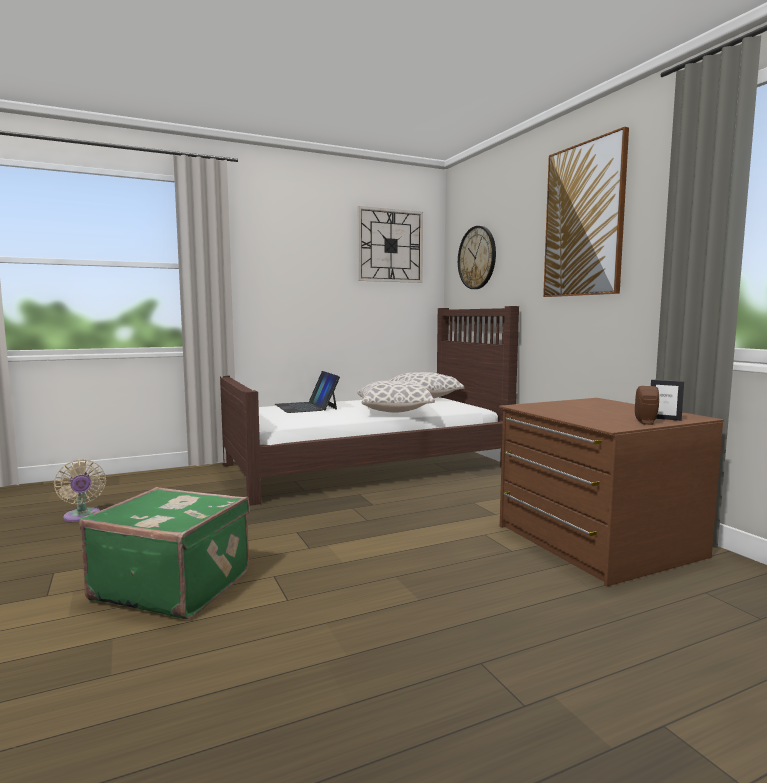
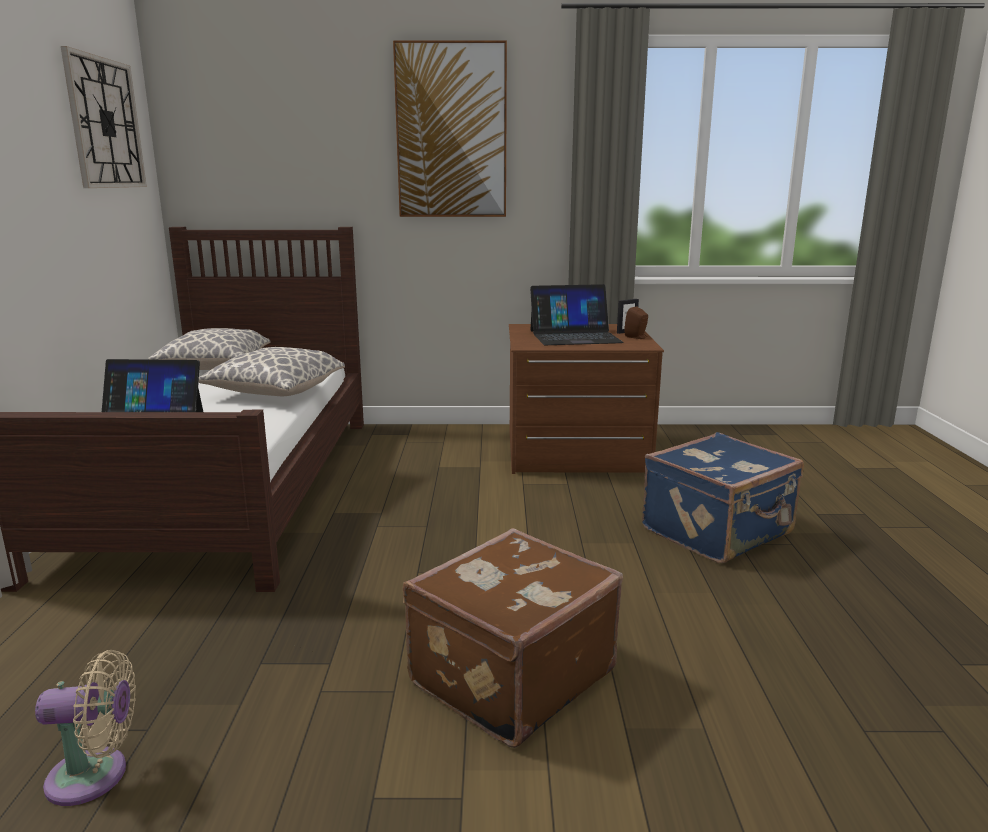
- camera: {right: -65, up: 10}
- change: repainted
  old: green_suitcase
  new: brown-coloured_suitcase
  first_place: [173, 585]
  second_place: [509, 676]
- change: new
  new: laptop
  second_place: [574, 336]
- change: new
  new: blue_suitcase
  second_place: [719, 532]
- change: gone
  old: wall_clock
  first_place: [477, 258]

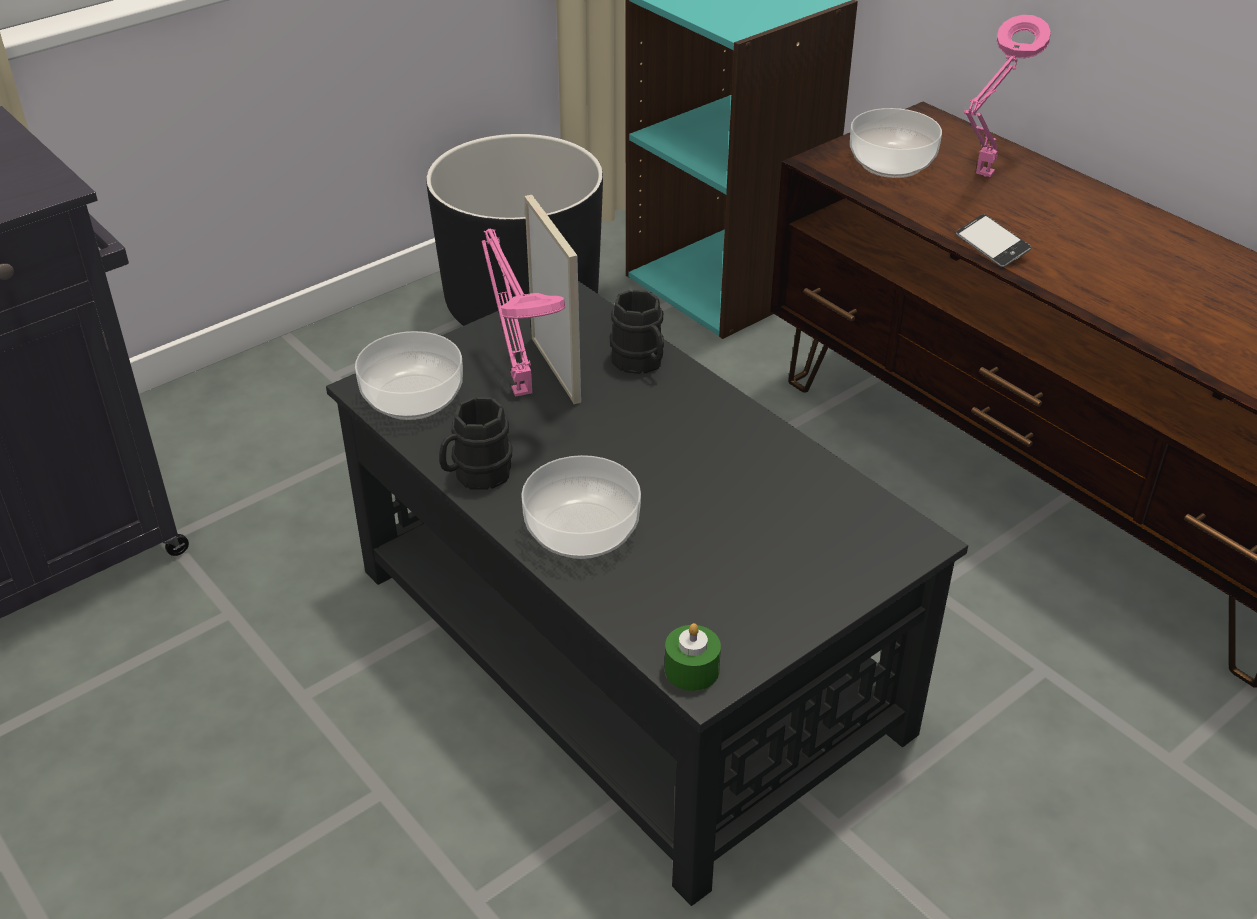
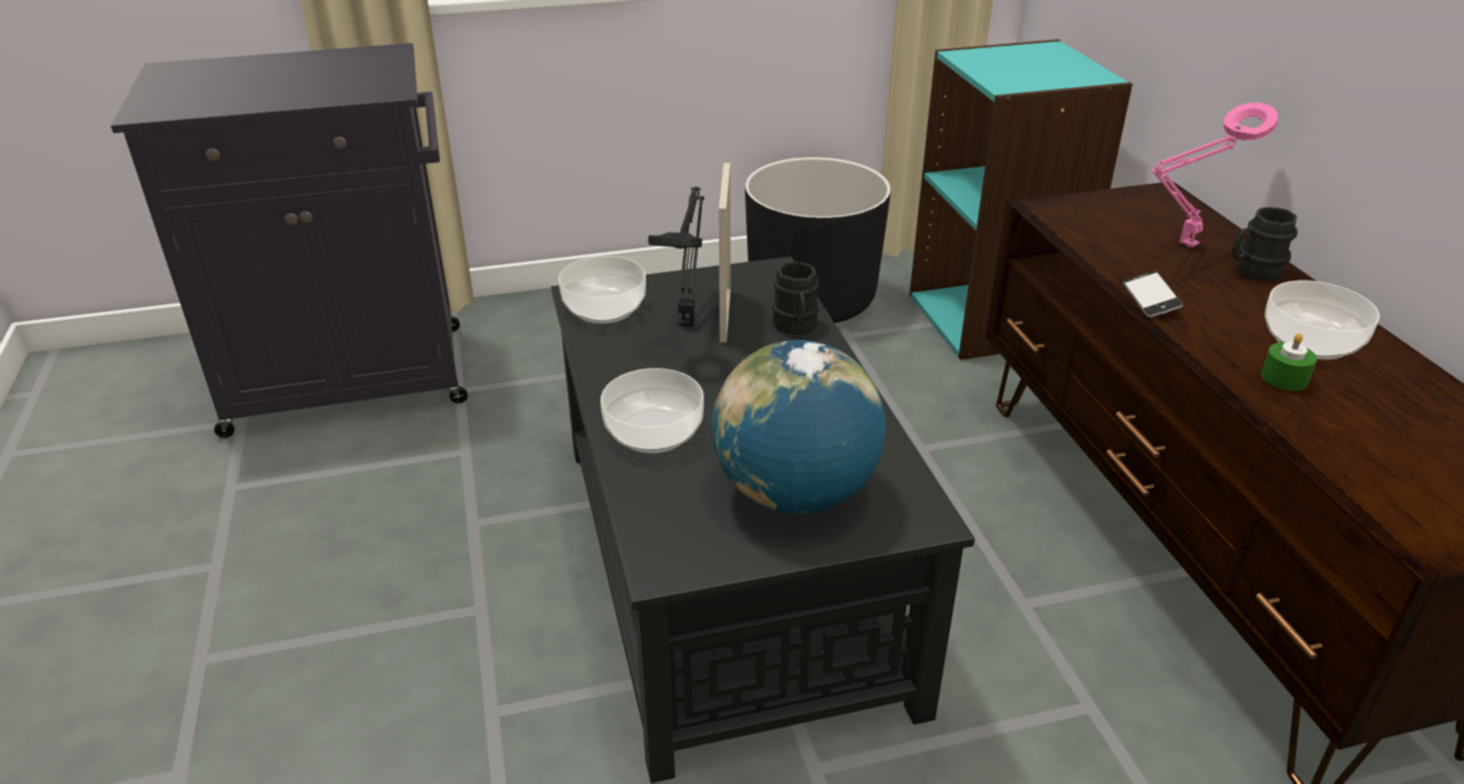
- camera: {right: 25, up: -5}
- change: repainted
  old: pink-coloured_tabletop_lamp
  new: black-coloured_tabletop_lamp
  first_place: [520, 389]
  second_place: [687, 322]
- change: new
  new: world_globe
  second_place: [795, 493]
- change: shifted
  old: black-coloured_mug
  first_place: [476, 475]
  second_place: [1253, 271]
- change: shifted
  old: green_wax_light
  first_place: [691, 669]
  second_place: [1284, 378]
- change: shifted
  old: bowl
  first_place: [890, 162]
  second_place: [1310, 340]

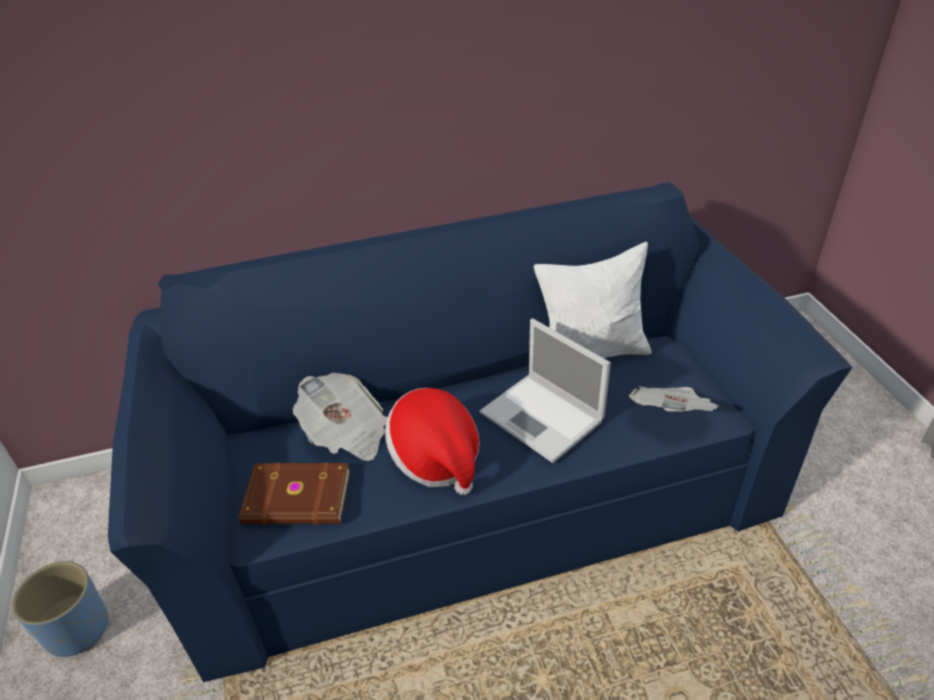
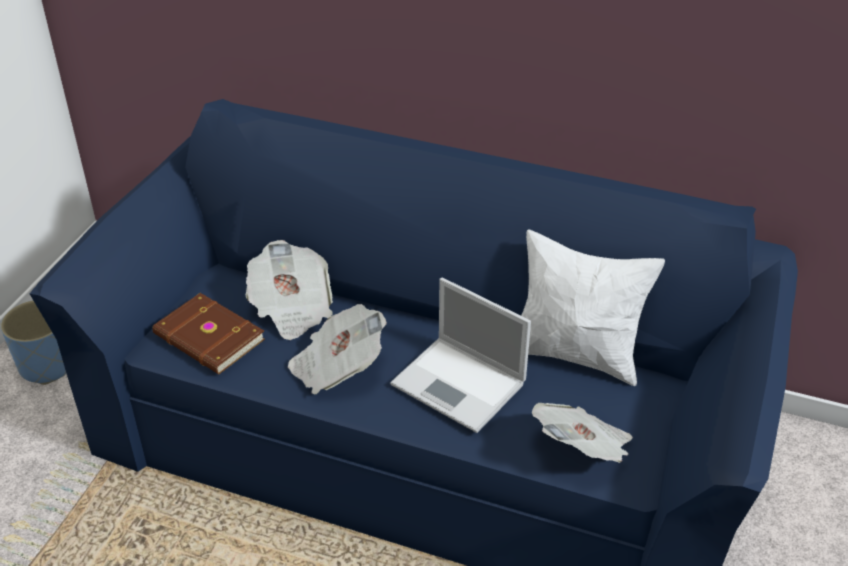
- camera: {right: 35, up: 0}
- change: swapped
  old: hat
  new: daily_paper
  first_place: [436, 458]
  second_place: [337, 367]
- change: rotated
  old: laptop
  first_place: [543, 417]
  second_place: [460, 385]
  degrees: -45

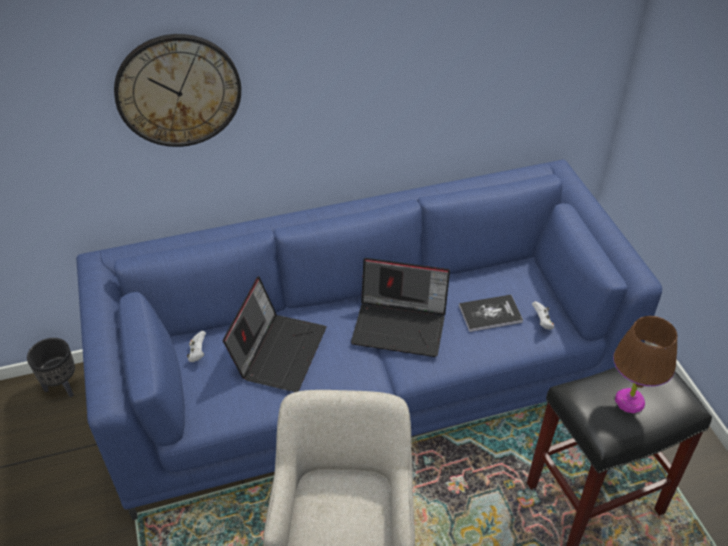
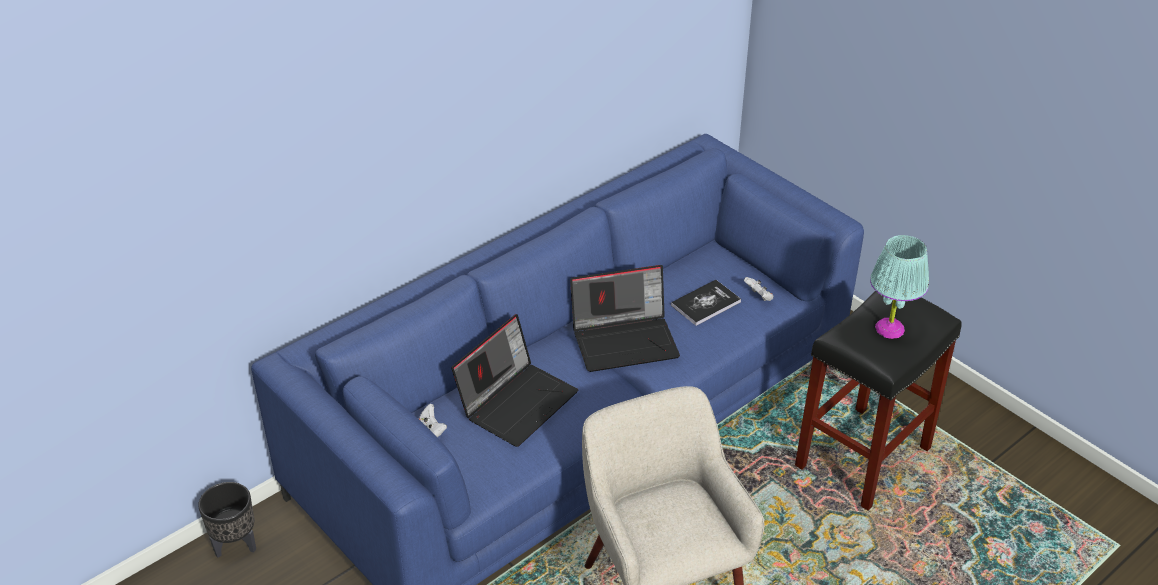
- camera: {right: -25, up: -5}
- change: rotated
  old: laptop
  first_place: [279, 351]
  second_place: [517, 401]
  degrees: 45
- change: repainted
  old: brown-coloured_tabletop_lamp
  new: blue-green_tabletop_lamp
  first_place: [630, 401]
  second_place: [890, 328]
- change: gone
  old: wall_clock
  first_place: [178, 91]

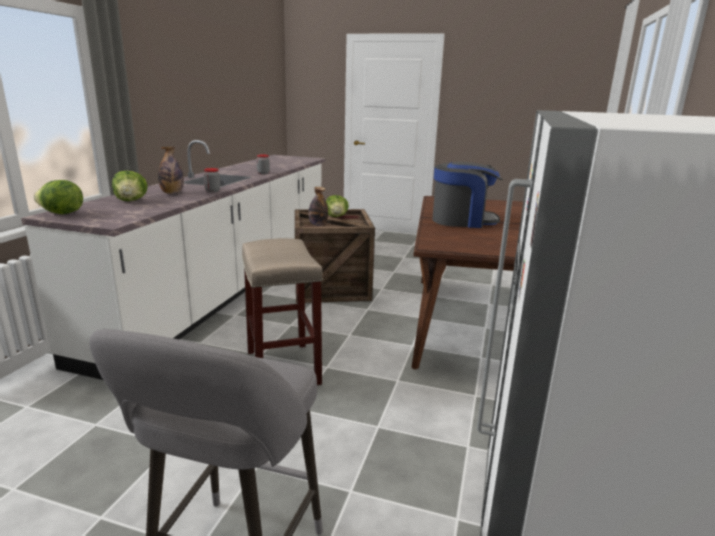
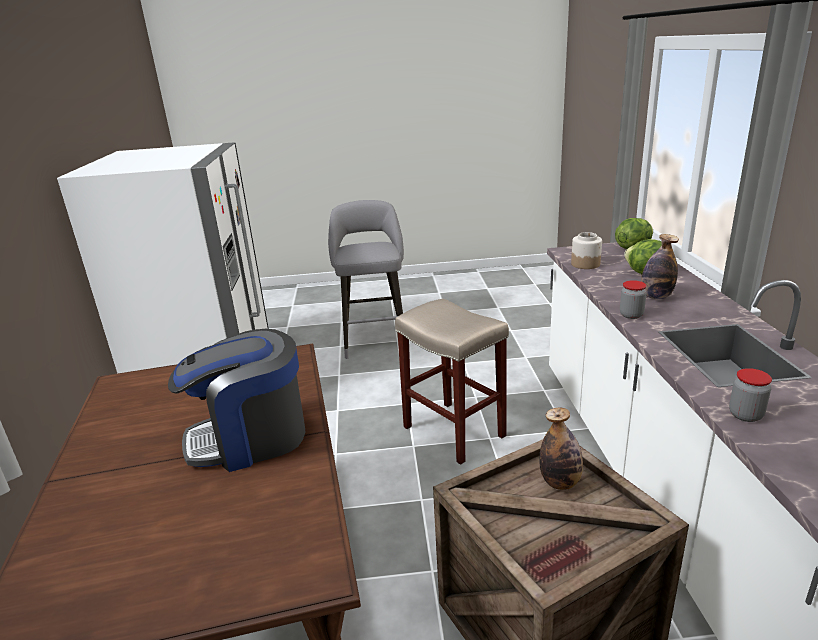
- camera: {right: 160, up: 5}
- change: new
  new: storage_jar
  second_place: [585, 264]
- change: gone
  old: lettuce
  first_place: [336, 217]

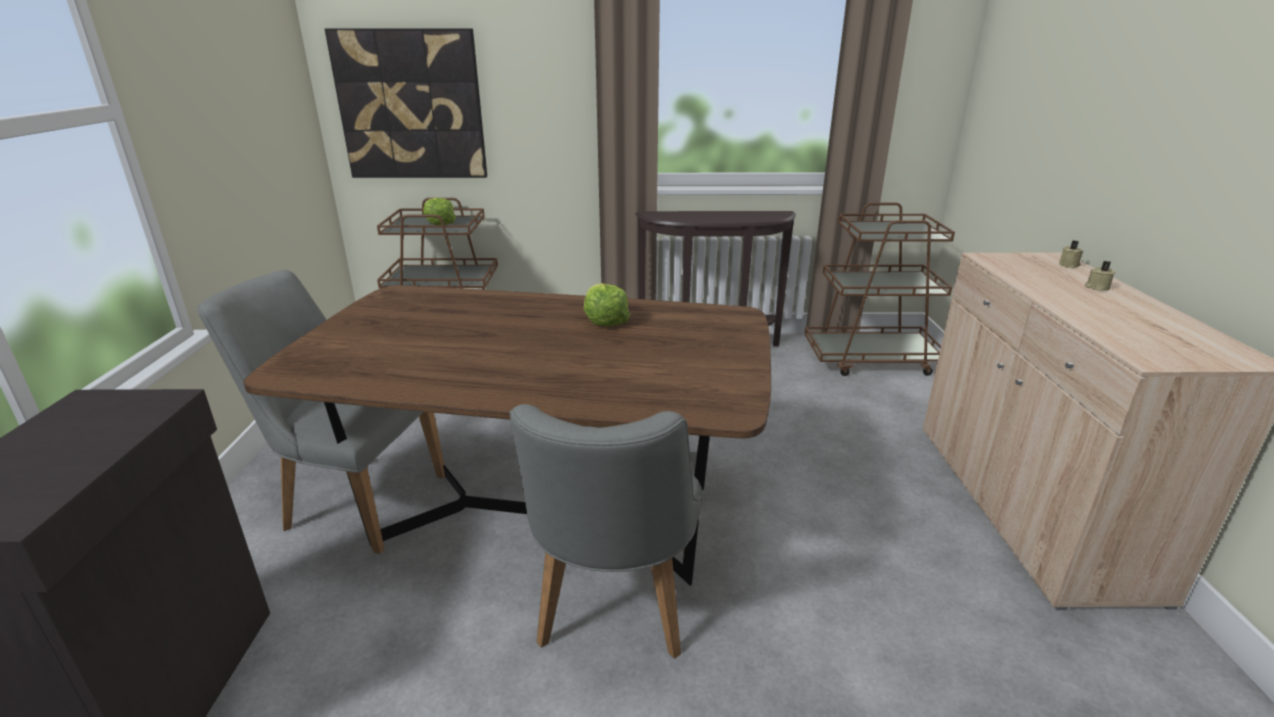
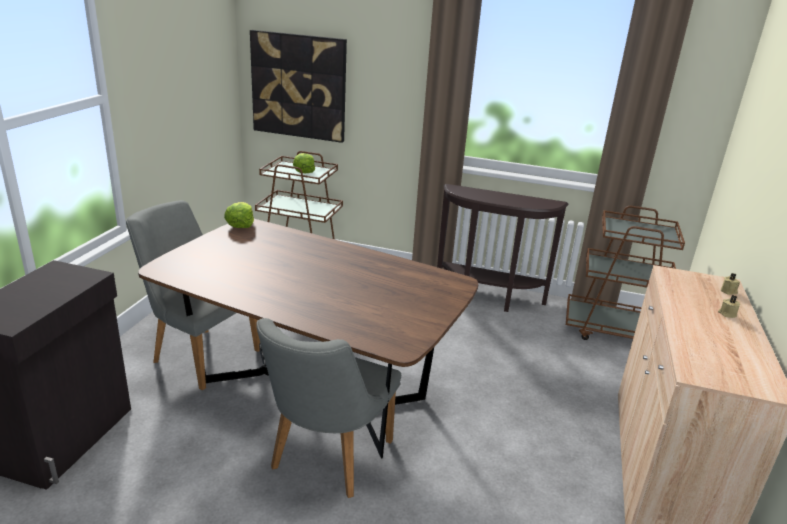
- camera: {right: 15, up: 0}
- change: shifted
  old: lettuce
  first_place: [604, 320]
  second_place: [240, 224]

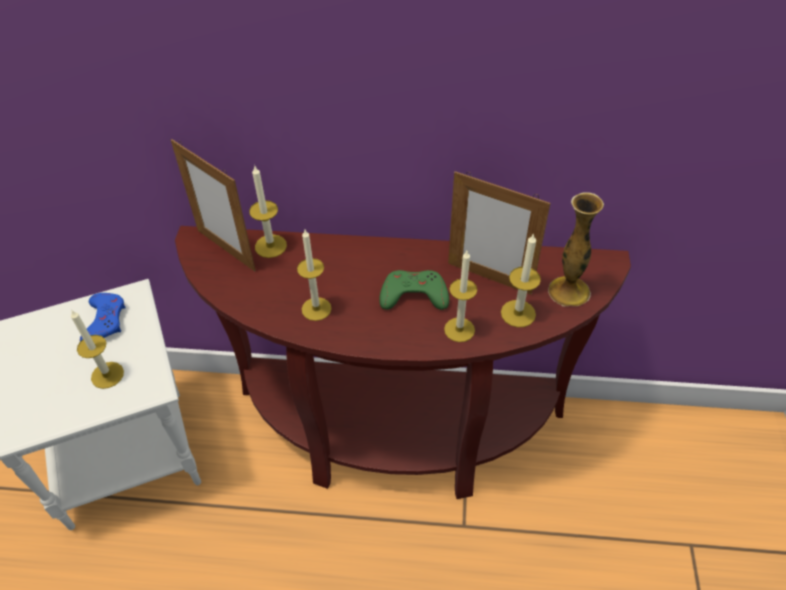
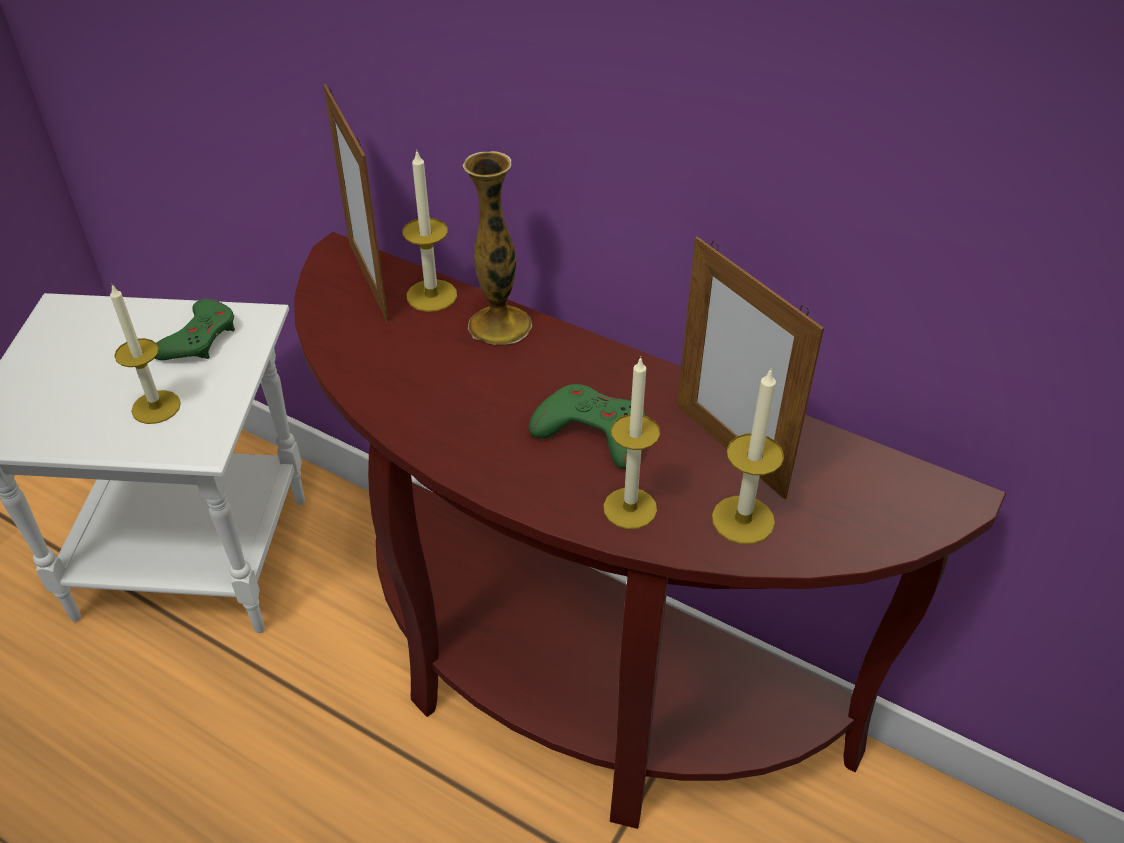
- camera: {right: 25, up: -5}
- change: repainted
  old: blue_game_controller
  new: green_game_controller
  first_place: [105, 321]
  second_place: [199, 338]
- change: shifted
  old: flower_vase
  first_place: [569, 291]
  second_place: [500, 325]
- change: gone
  old: wax_light
  first_place: [316, 309]

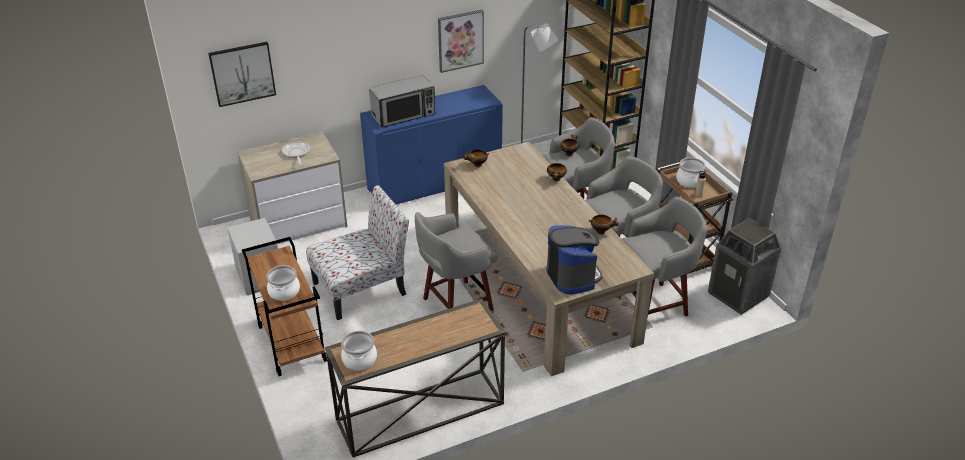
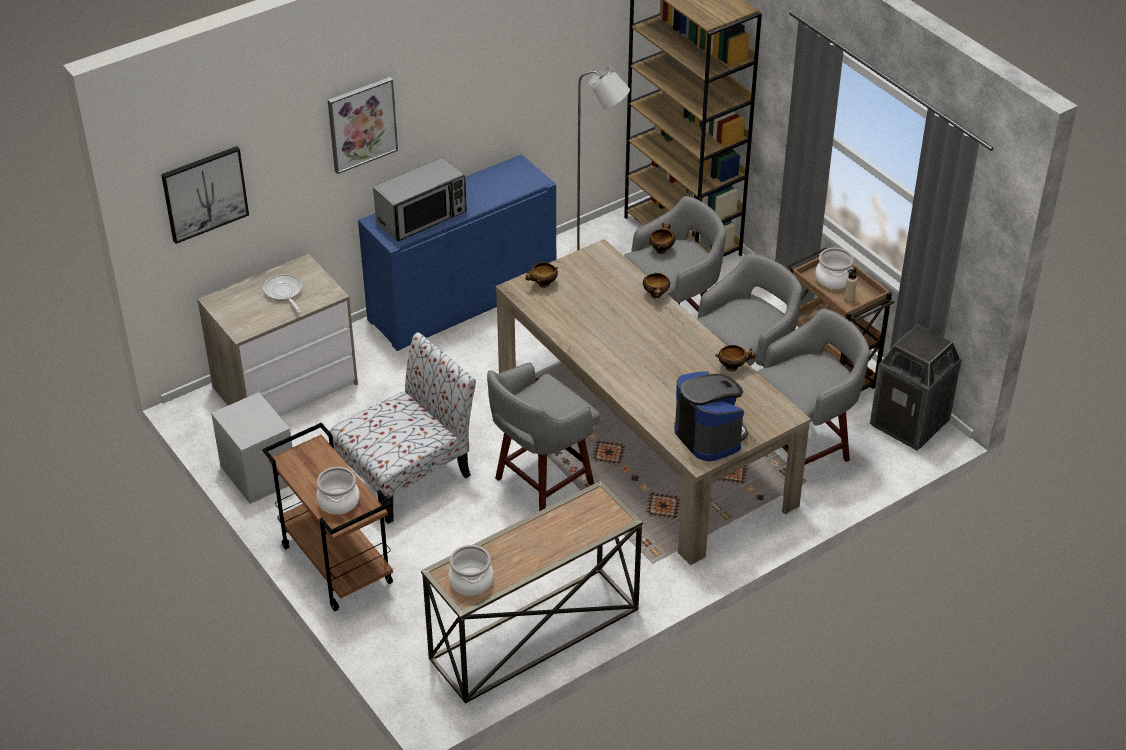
- camera: {right: -10, up: 5}
- change: shifted
  old: wall_art
  first_place: [460, 40]
  second_place: [362, 124]

